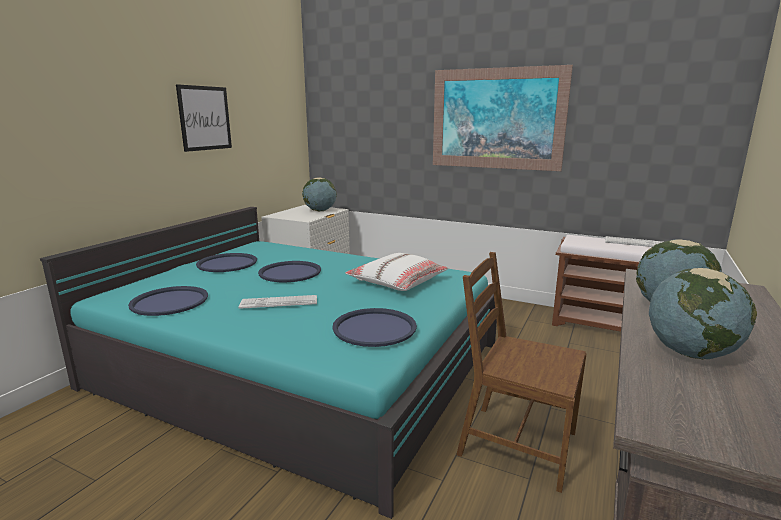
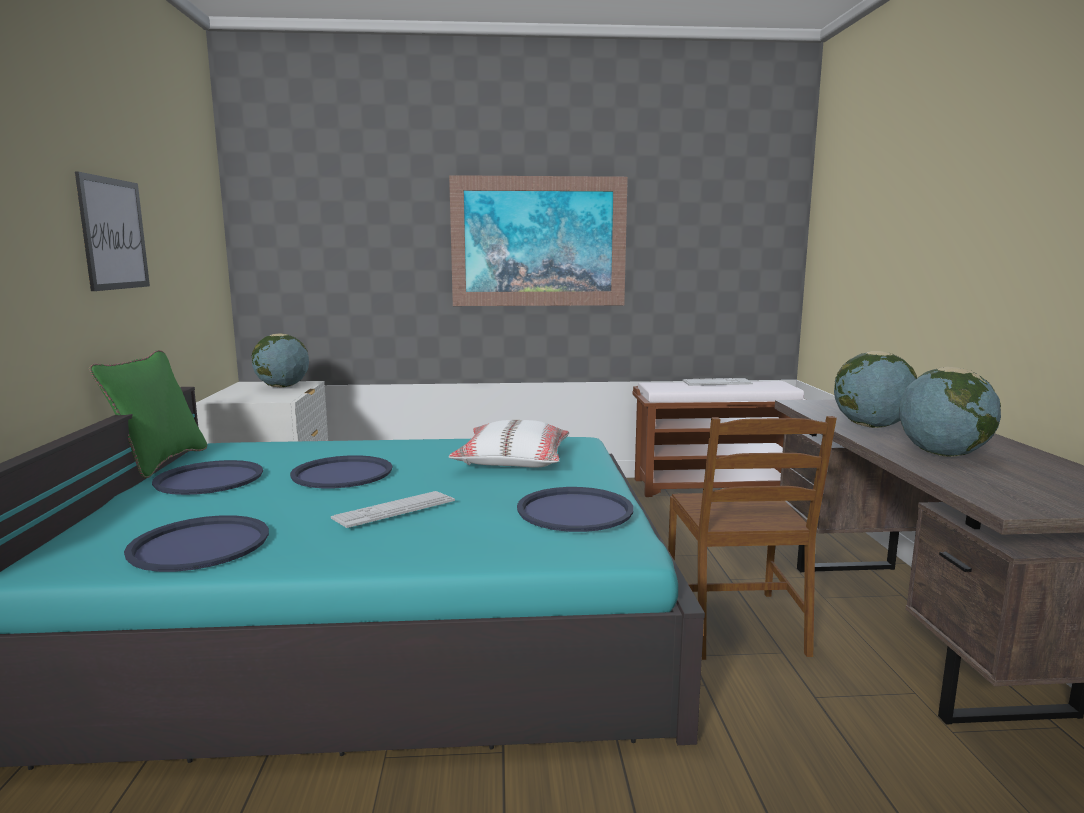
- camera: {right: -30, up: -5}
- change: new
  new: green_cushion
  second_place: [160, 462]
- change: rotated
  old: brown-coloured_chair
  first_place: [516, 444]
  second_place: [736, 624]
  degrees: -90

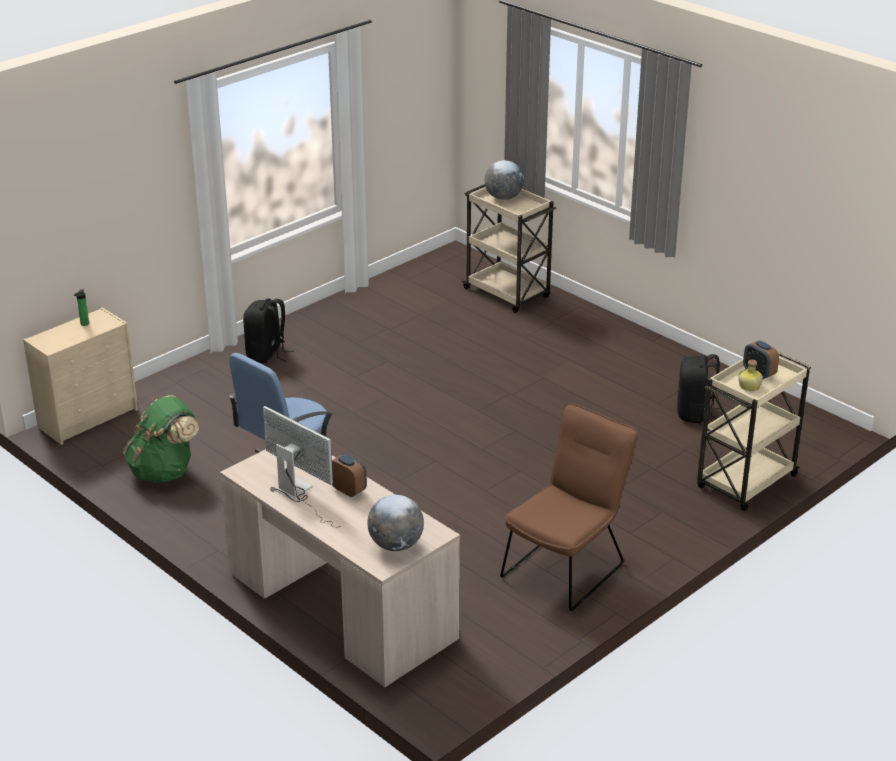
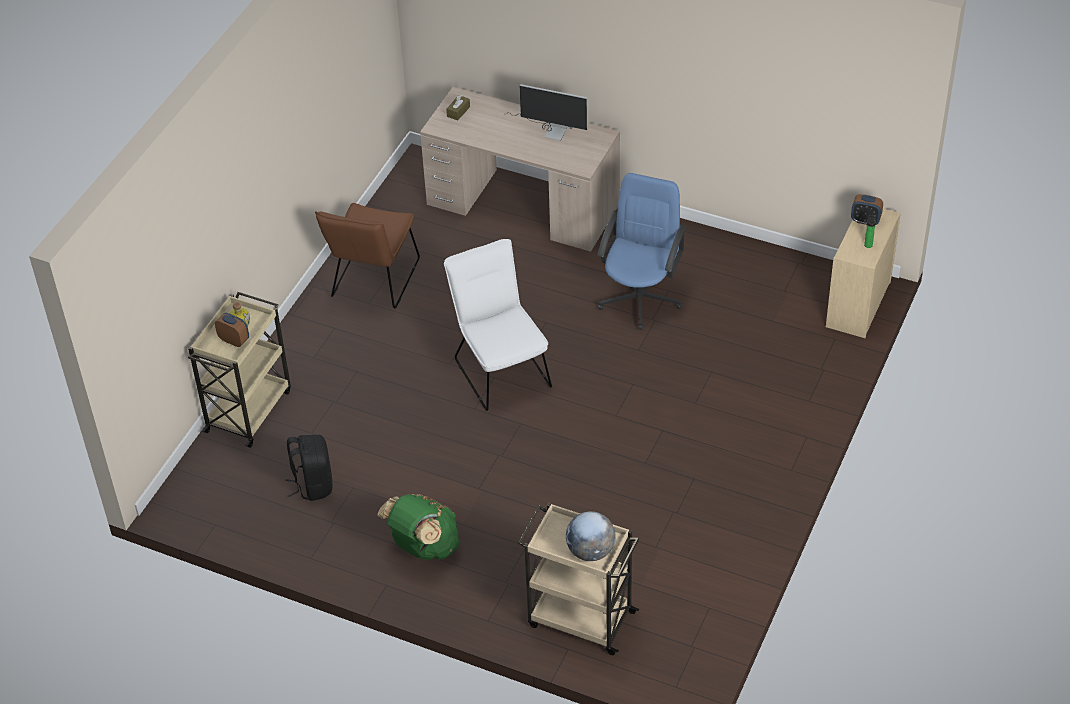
- camera: {right: 160, up: 15}
- change: shifted
  old: green_backpack
  first_place: [164, 471]
  second_place: [423, 546]
- change: new
  new: white-coloured_chair
  second_place: [499, 368]
- change: swapped
  old: world_globe
  new: brown-coloured_tissue_box
  first_place: [396, 545]
  second_place: [458, 111]
- change: shifted
  old: bedside_clock
  first_place: [348, 490]
  second_place: [865, 220]
- change: gone
  old: black-coloured_backpack
  first_place: [267, 354]

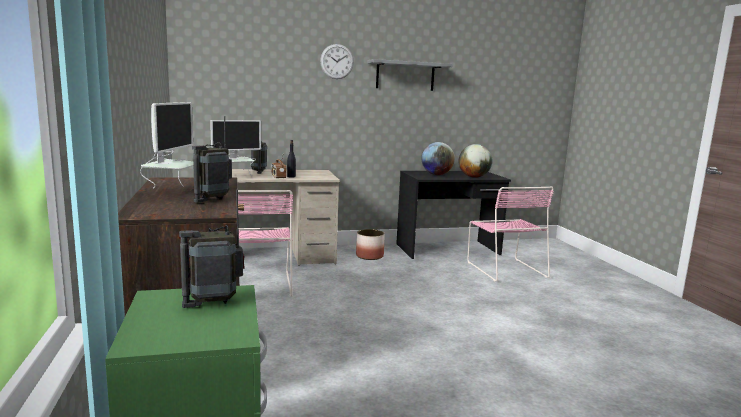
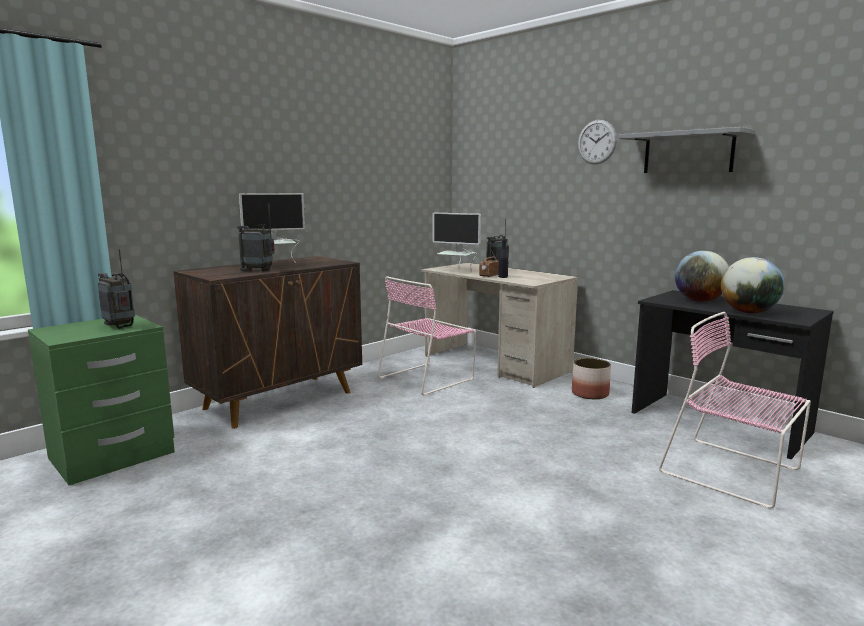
- camera: {right: 60, up: 0}
- change: rotated
  old: pink-coloured_chair
  first_place: [505, 269]
  second_place: [734, 473]
  degrees: 90

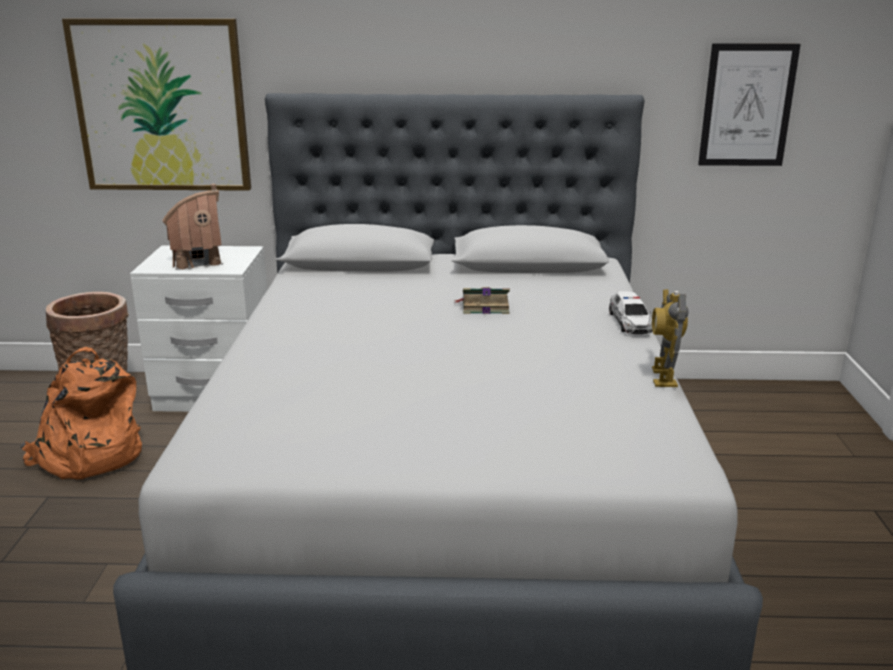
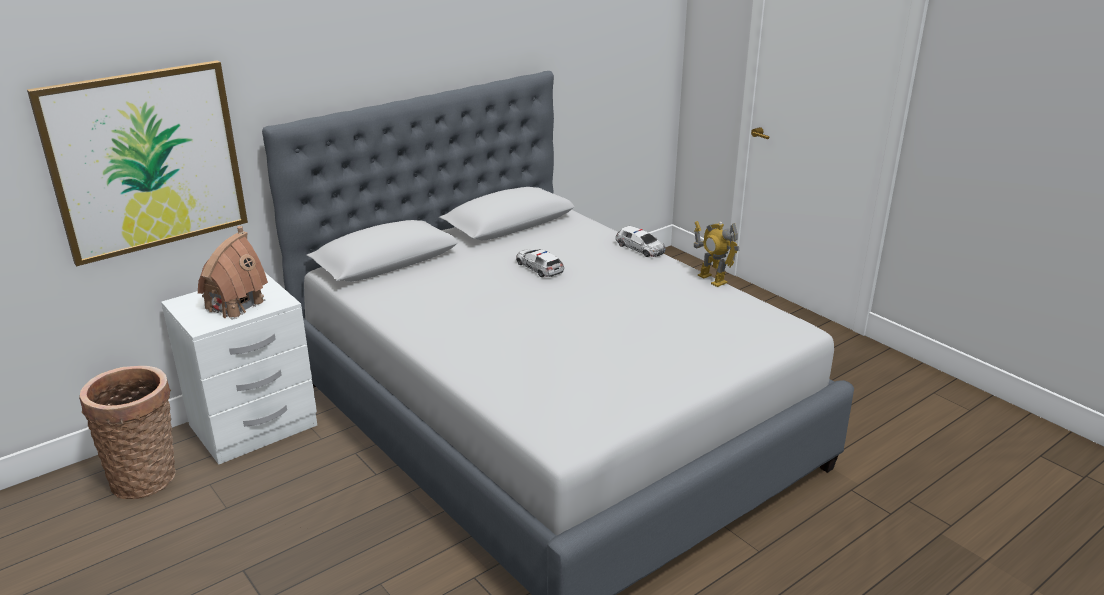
- camera: {right: -40, up: 5}
- change: swapped
  old: book
  new: miniature_car
  first_place: [484, 307]
  second_place: [539, 267]
- change: gone
  old: orange_backpack
  first_place: [89, 456]
- change: gone
  old: wall_art
  first_place: [747, 105]

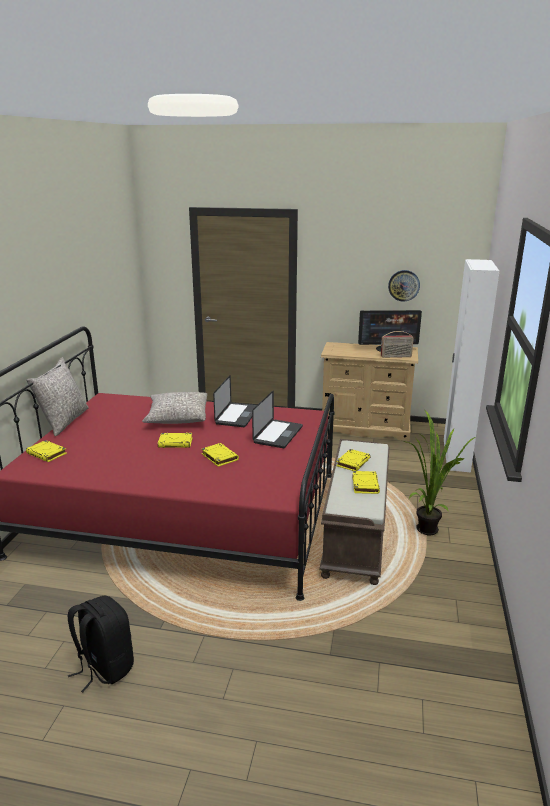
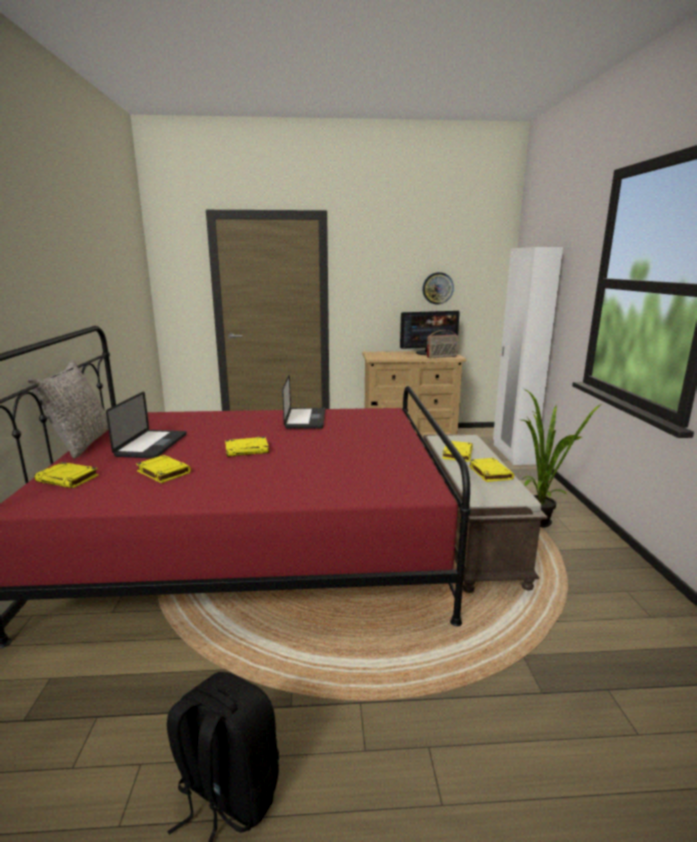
- camera: {right: -15, up: -5}
- change: shifted
  old: laptop
  first_place: [278, 434]
  second_place: [152, 445]
- change: shifted
  old: yellow_book
  first_place: [219, 457]
  second_place: [163, 472]
- change: gone
  old: greyish_cushion
  first_place: [177, 417]

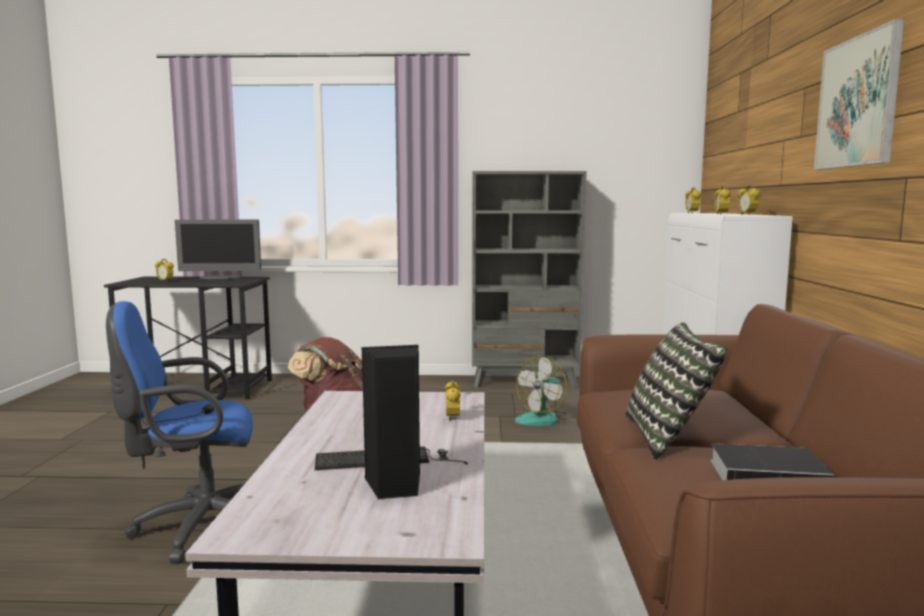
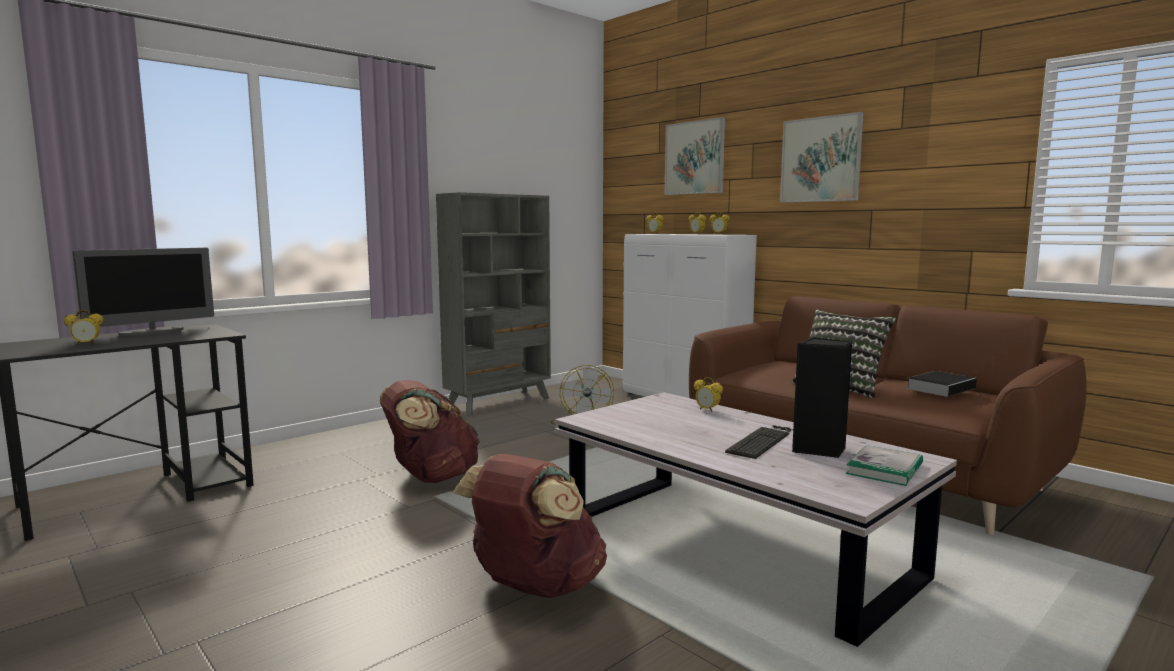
- camera: {right: -45, up: 0}
- change: swapped
  old: blue_computer_chair
  new: brown-coloured_backpack
  first_place: [198, 527]
  second_place: [534, 587]
- change: new
  new: wall_art
  second_place: [694, 158]
- change: new
  new: book
  second_place: [885, 469]

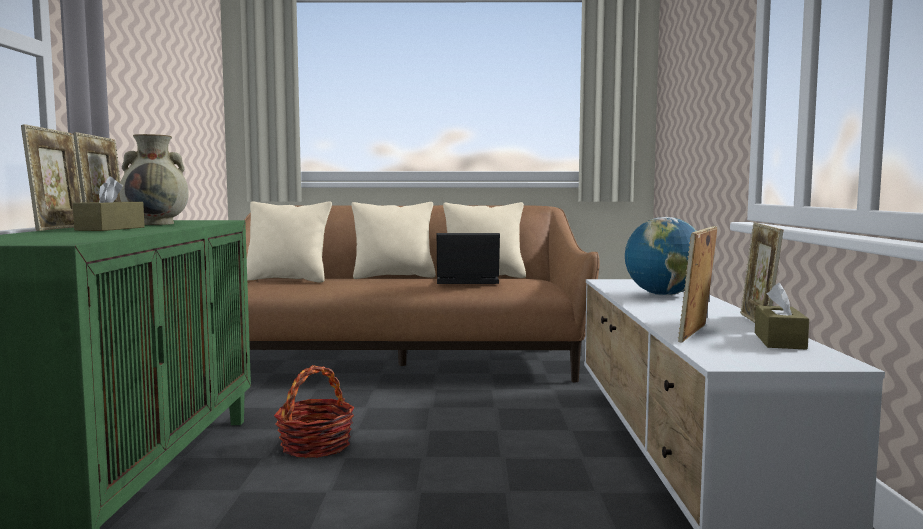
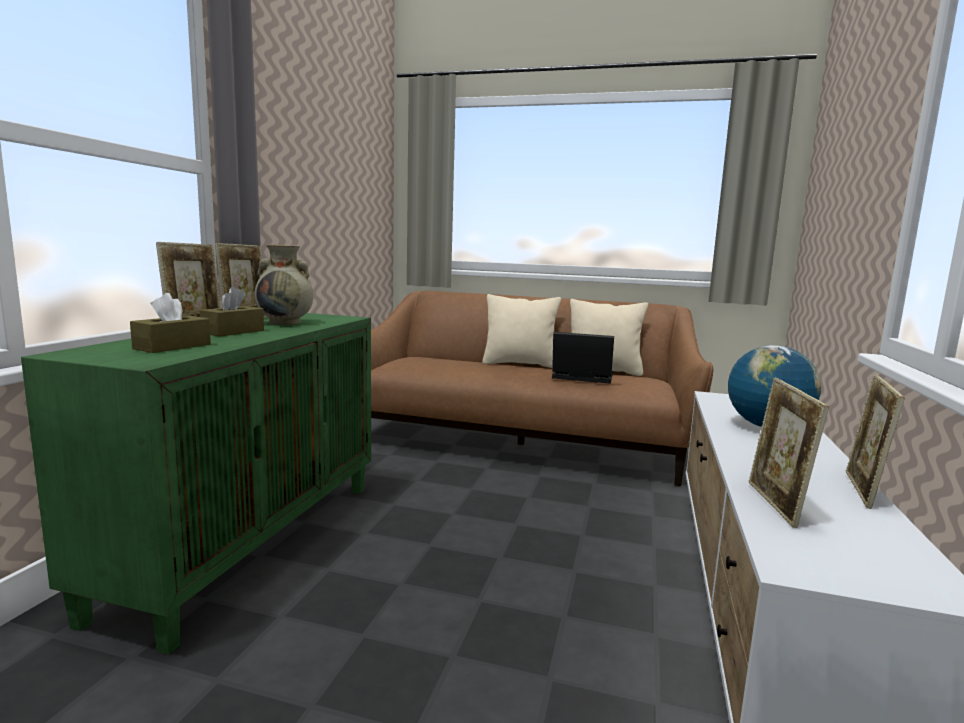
- camera: {right: 15, up: 5}
- change: shifted
  old: brown-coloured_tissue_box
  first_place: [779, 341]
  second_place: [172, 346]
- change: rotated
  old: standing_frame
  first_place: [696, 334]
  second_place: [776, 505]
  degrees: -45
- change: gone
  old: beige_cushion
  first_place: [287, 280]
- change: gone
  old: storage_basket
  first_place: [315, 446]

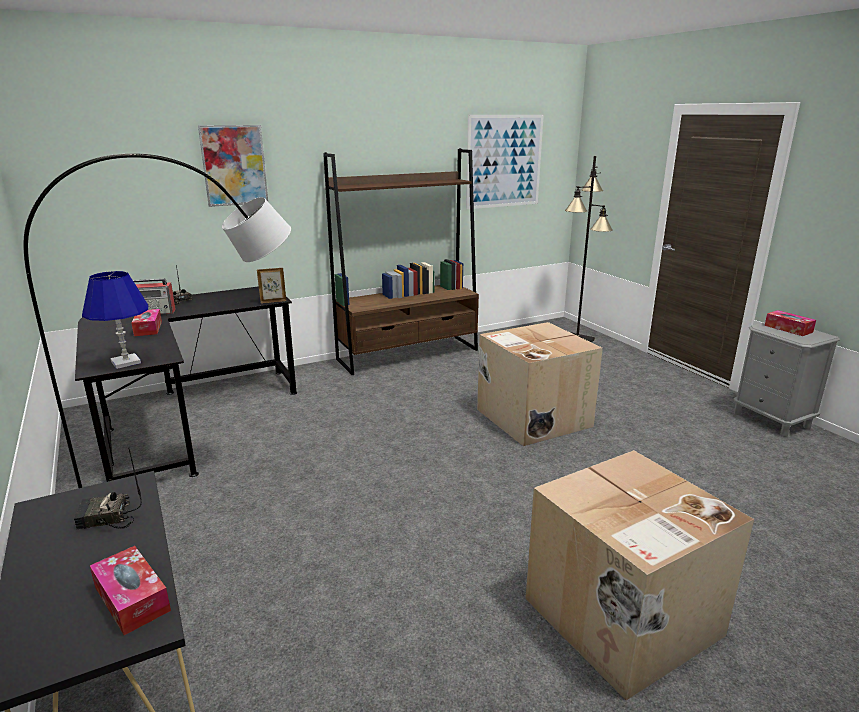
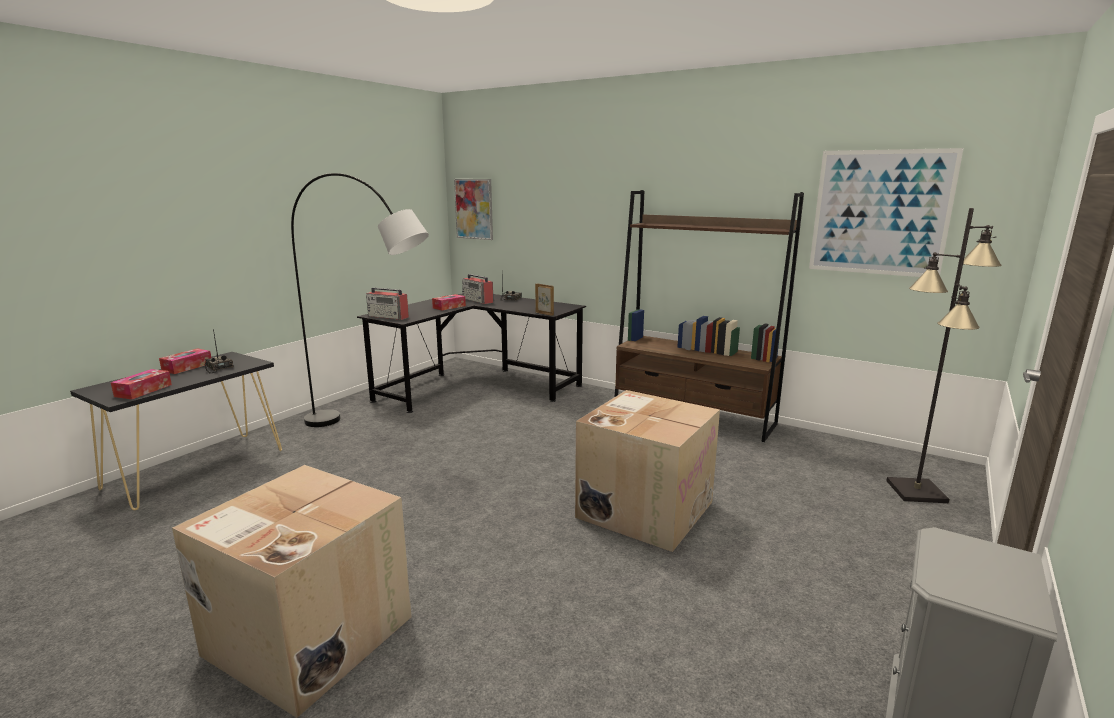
- camera: {right: 60, up: -5}
- change: shifted
  old: tissue_box
  first_place: [788, 329]
  second_place: [187, 367]
- change: swapped
  old: blue_tabletop_lamp
  new: radio_receiver
  first_place: [126, 362]
  second_place: [388, 317]
- change: shifted
  old: wall_art
  first_place: [234, 165]
  second_place: [474, 209]

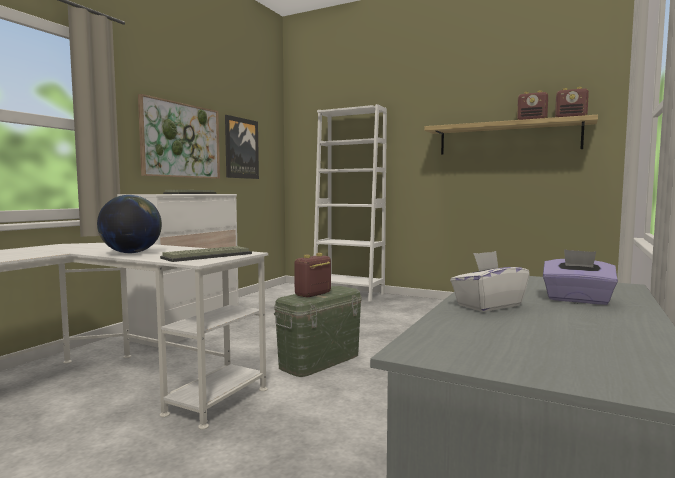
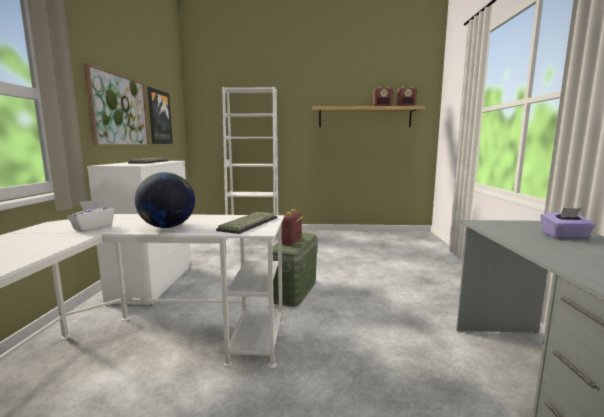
- camera: {right: -25, up: 5}
- change: shifted
  old: white-coloured_tissue_box
  first_place: [488, 305]
  second_place: [93, 228]

